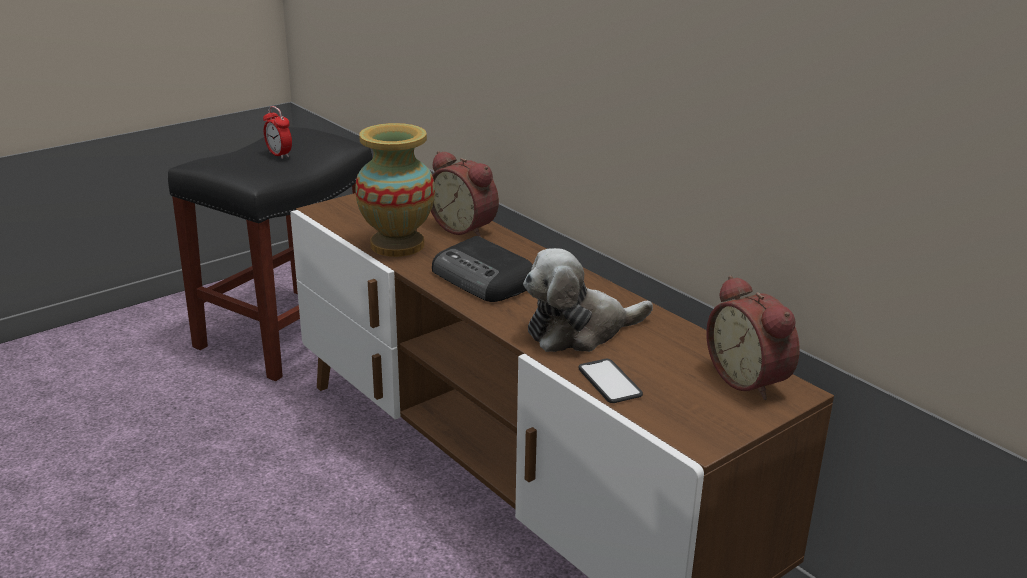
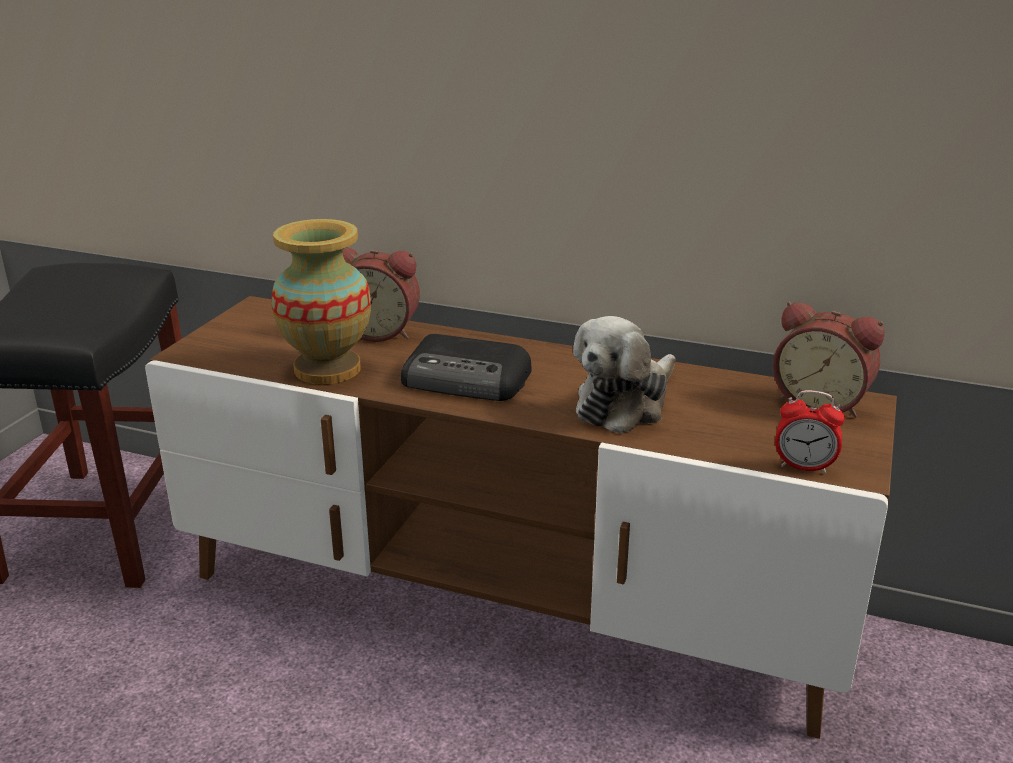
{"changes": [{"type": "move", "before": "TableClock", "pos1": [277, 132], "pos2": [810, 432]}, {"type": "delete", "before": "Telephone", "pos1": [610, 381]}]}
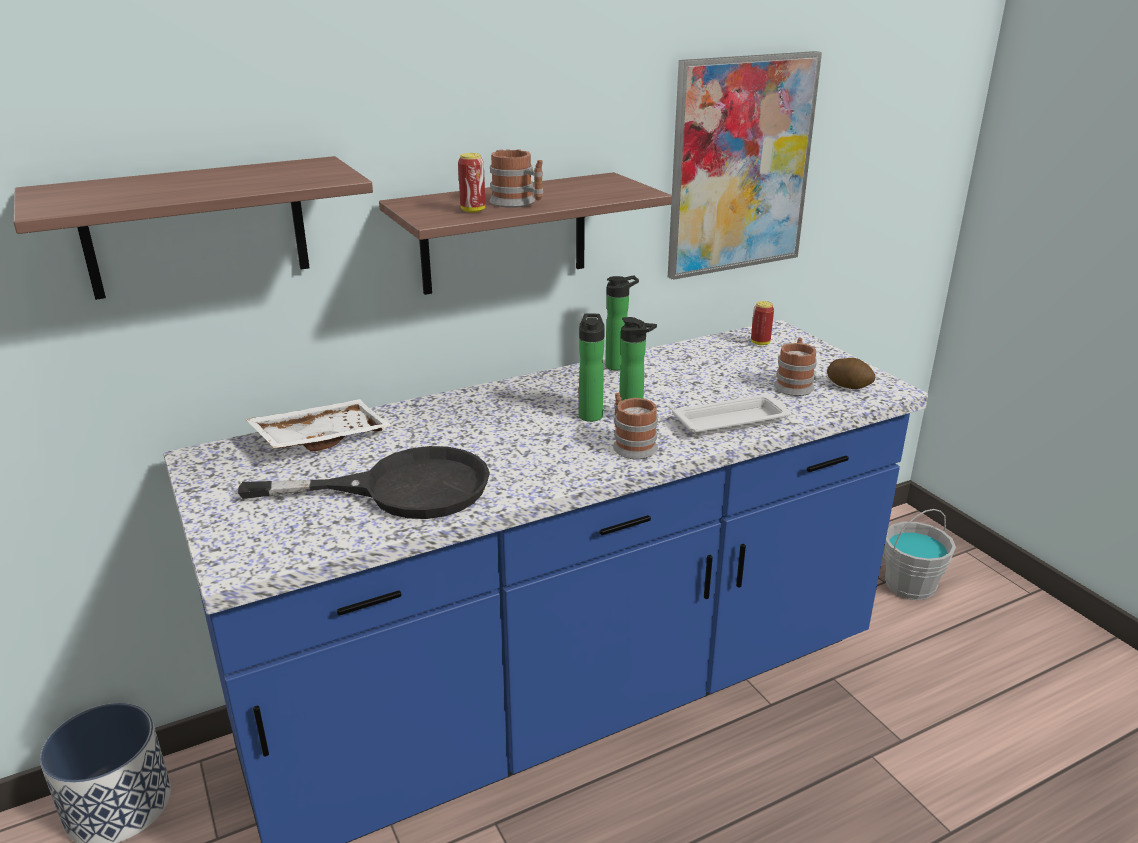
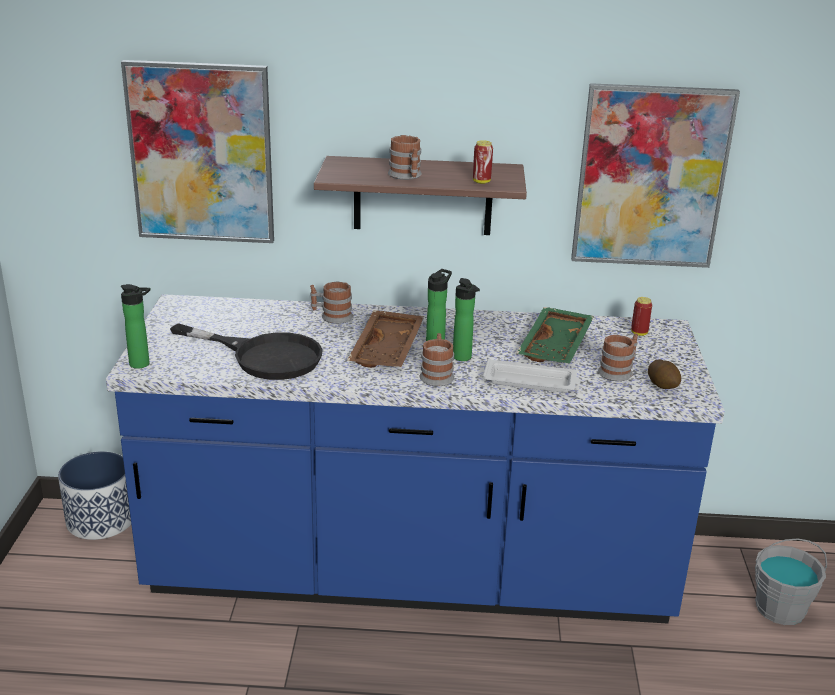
{"changes": [{"type": "replace", "before": "Shelf", "after": "WallPicture", "pos1": [193, 228], "pos2": [197, 151]}, {"type": "move", "before": "Bottle", "pos1": [622, 322], "pos2": [136, 326]}, {"type": "insert", "after": "TeaMug", "pos2": [331, 303]}, {"type": "insert", "after": "BrownTray", "pos2": [385, 339]}, {"type": "move", "before": "SealedCan", "pos1": [471, 183], "pos2": [483, 162]}, {"type": "insert", "after": "GreenishTray", "pos2": [555, 335]}, {"type": "delete", "before": "WhiteColouredTray", "pos1": [318, 425]}]}
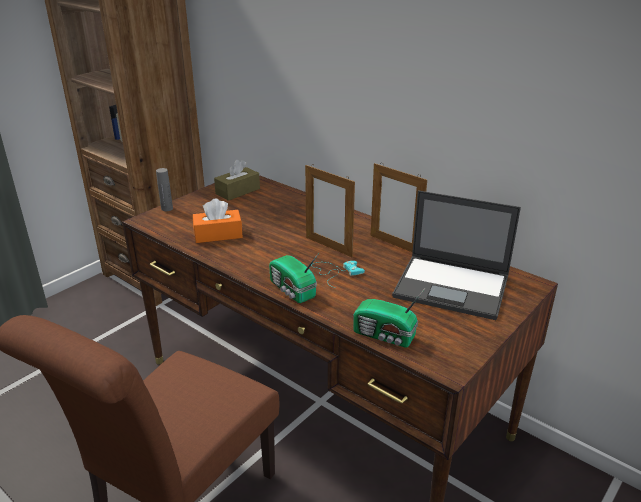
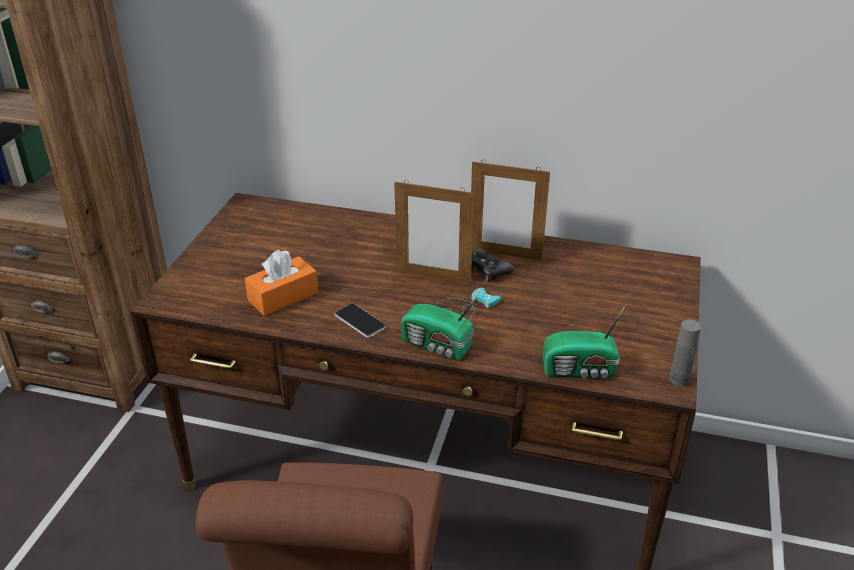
{"changes": [{"type": "insert", "after": "Telephone", "pos2": [360, 320]}, {"type": "insert", "after": "BlackishGamepad", "pos2": [492, 265]}, {"type": "move", "before": "GrayBottle", "pos1": [164, 189], "pos2": [685, 353]}, {"type": "delete", "before": "BrownTissueHolder", "pos1": [237, 180]}, {"type": "delete", "before": "Laptop", "pos1": [456, 255]}]}
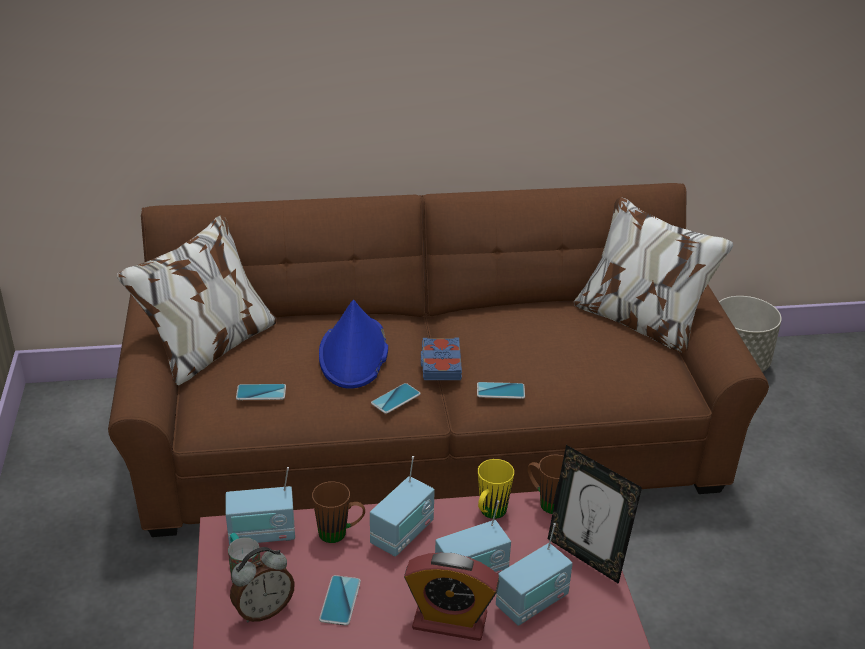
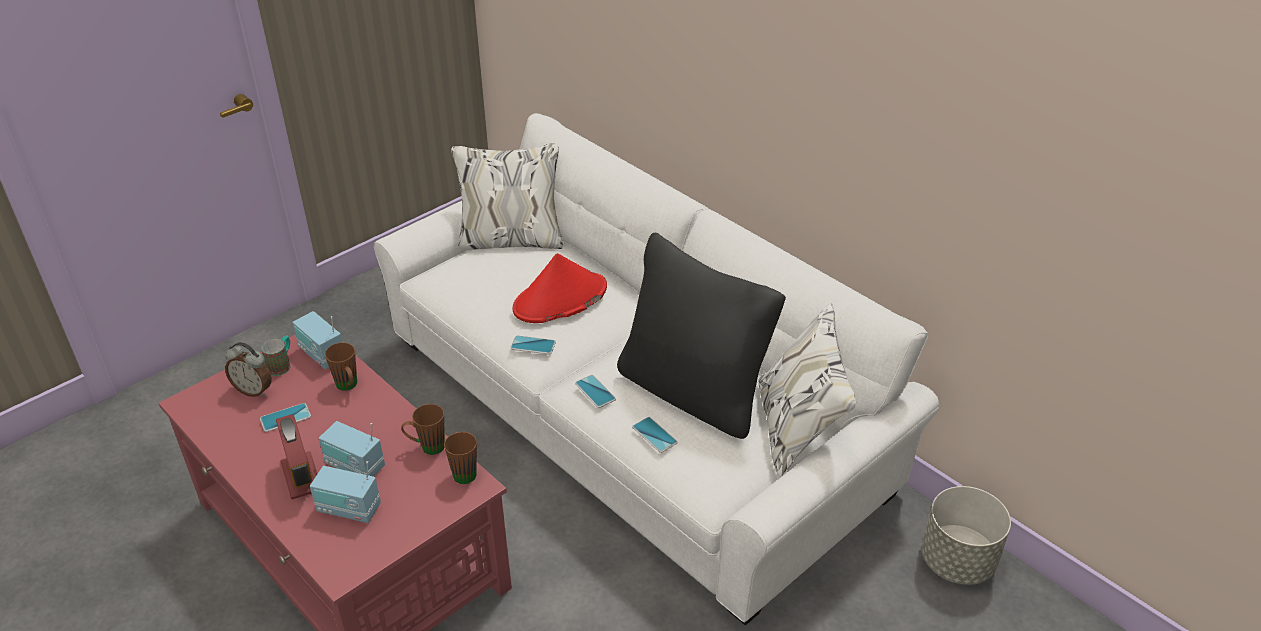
{"changes": [{"type": "recolor", "before": "BrownSettee", "after": "WhiteColouredSettee", "pos1": [438, 360], "pos2": [656, 369]}, {"type": "recolor", "before": "YellowColouredTeaMug", "after": "BrownTeaMug", "pos1": [496, 489], "pos2": [423, 429]}, {"type": "recolor", "before": "BlueClothingHat", "after": "RedClothingHat", "pos1": [353, 344], "pos2": [560, 288]}, {"type": "insert", "after": "BlackishCushion", "pos2": [701, 336]}, {"type": "move", "before": "Telephone", "pos1": [261, 392], "pos2": [655, 435]}, {"type": "delete", "before": "Radio", "pos1": [402, 506]}, {"type": "delete", "before": "BlueVolume", "pos1": [441, 359]}, {"type": "delete", "before": "PictureFrame", "pos1": [595, 514]}]}
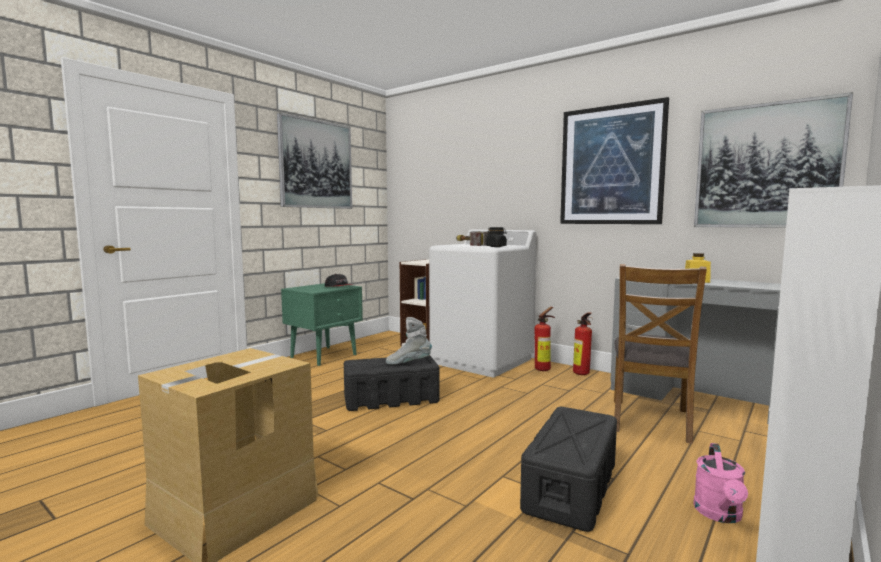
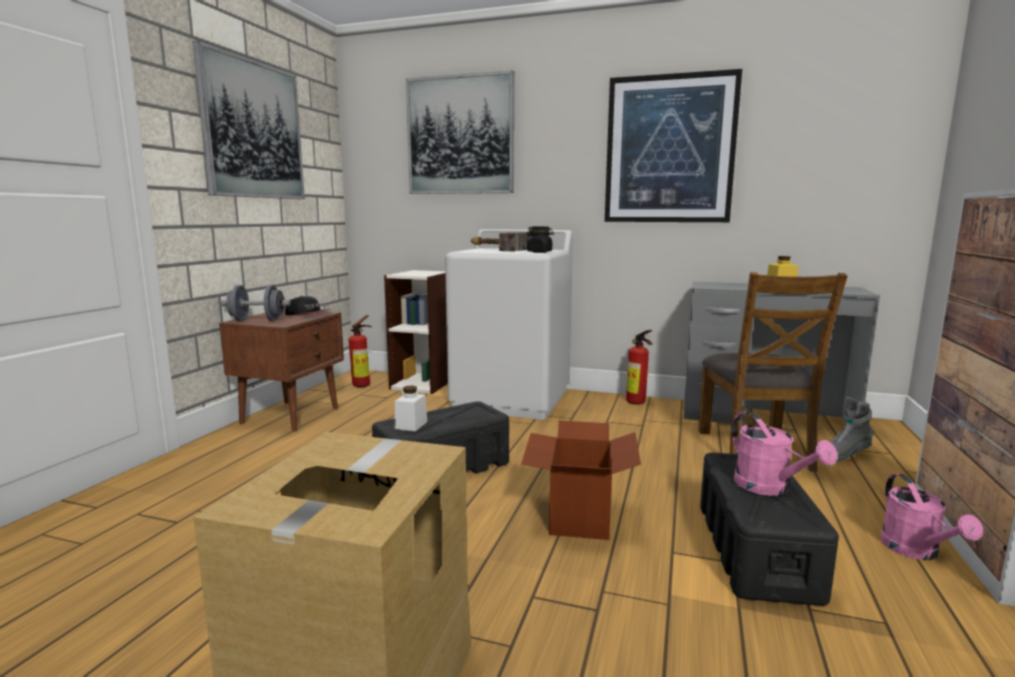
{"changes": [{"type": "recolor", "before": "GreenishBedsideTable", "after": "BrownBedsideTable", "pos1": [322, 324], "pos2": [281, 370]}, {"type": "insert", "after": "GrayHandWeight", "pos2": [256, 303]}, {"type": "move", "before": "FireExtinguisher", "pos1": [544, 339], "pos2": [360, 351]}, {"type": "insert", "after": "WhiteColouredJar", "pos2": [411, 408]}, {"type": "move", "before": "WallPicture", "pos1": [773, 160], "pos2": [460, 132]}, {"type": "insert", "after": "PackingBox", "pos2": [581, 480]}, {"type": "insert", "after": "PinkSprinklingCan", "pos2": [784, 453]}, {"type": "move", "before": "GrayTallBoot", "pos1": [409, 341], "pos2": [852, 429]}]}
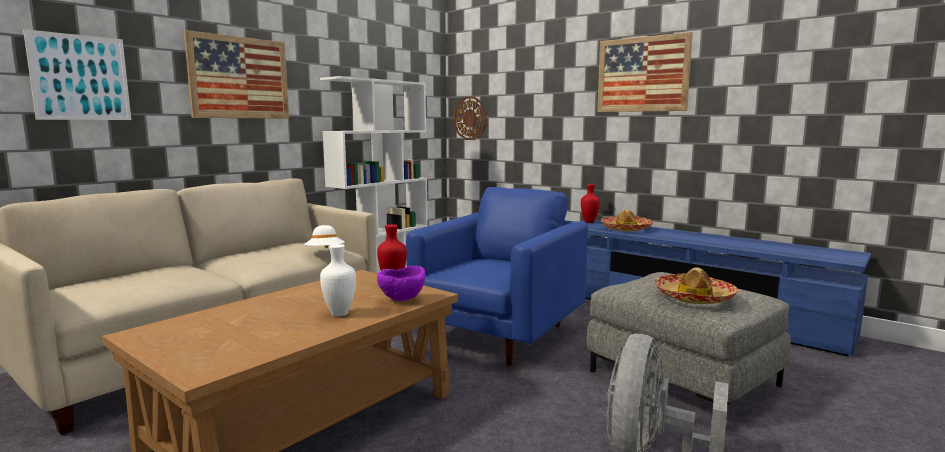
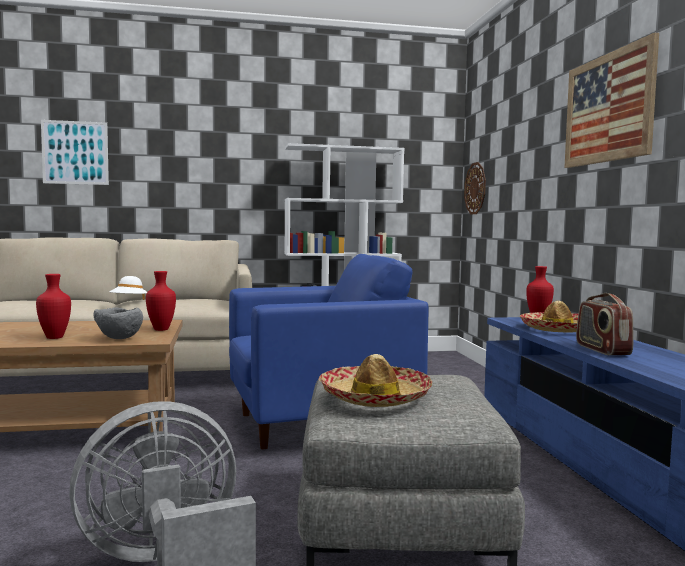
{"changes": [{"type": "recolor", "before": "WhiteColouredFlowerVase", "after": "RedFlowerVase", "pos1": [338, 280], "pos2": [53, 306]}, {"type": "recolor", "before": "PurplishDeepDish", "after": "GrayDeepDish", "pos1": [401, 283], "pos2": [118, 323]}, {"type": "move", "before": "WhiteColouredClothingHat", "pos1": [325, 236], "pos2": [128, 288]}, {"type": "insert", "after": "Radio", "pos2": [605, 324]}, {"type": "delete", "before": "WallPicture", "pos1": [236, 74]}]}
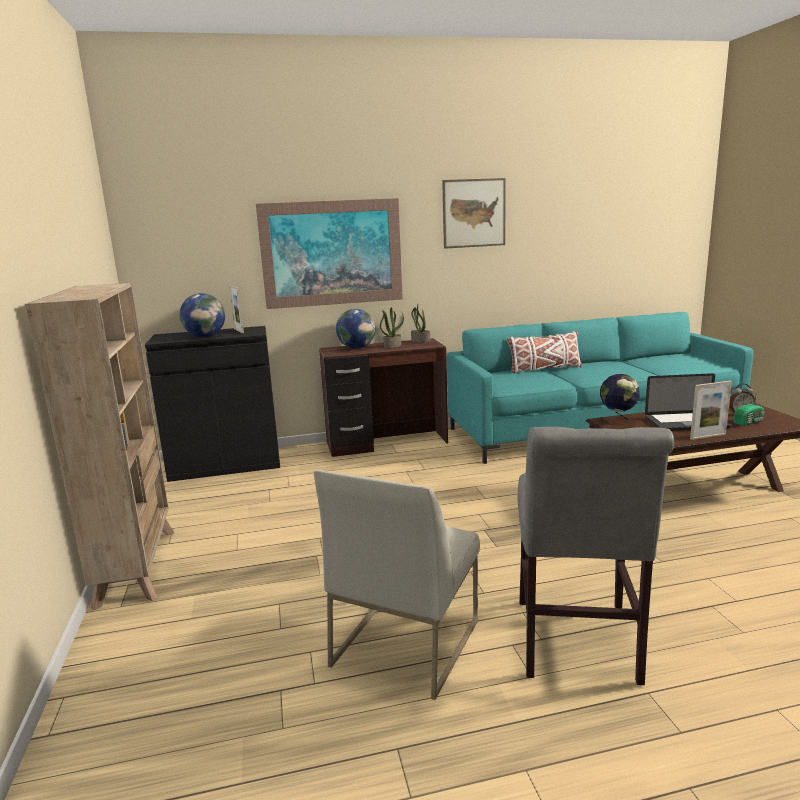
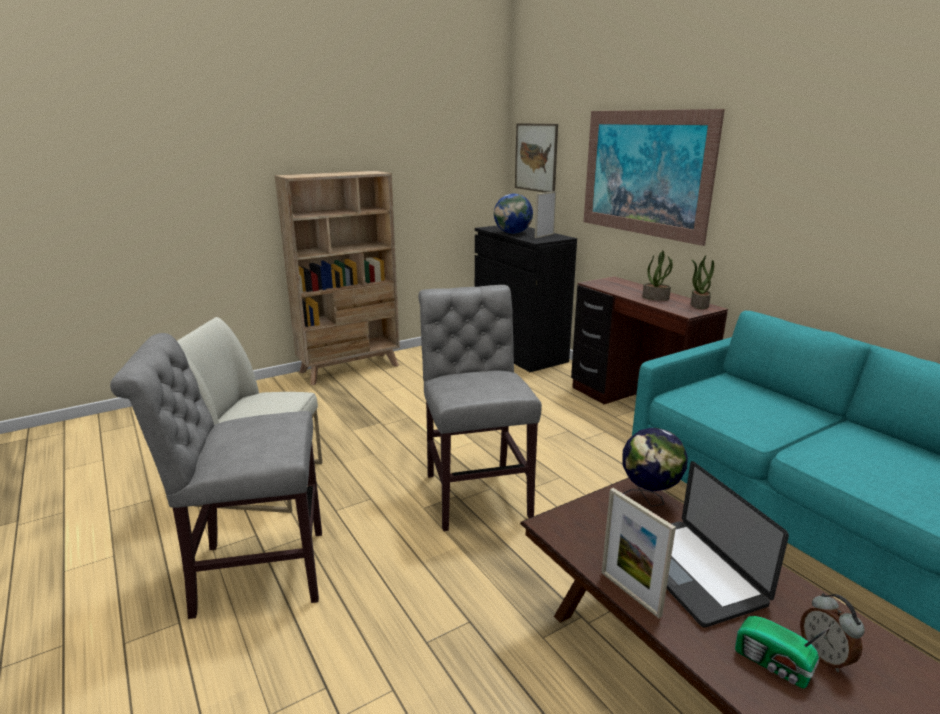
{"changes": [{"type": "insert", "after": "GrayChair", "pos2": [480, 408]}, {"type": "move", "before": "WallPicture", "pos1": [473, 213], "pos2": [536, 158]}, {"type": "delete", "before": "DeskGlobe", "pos1": [355, 329]}, {"type": "delete", "before": "WhiteColouredCushion", "pos1": [544, 352]}]}
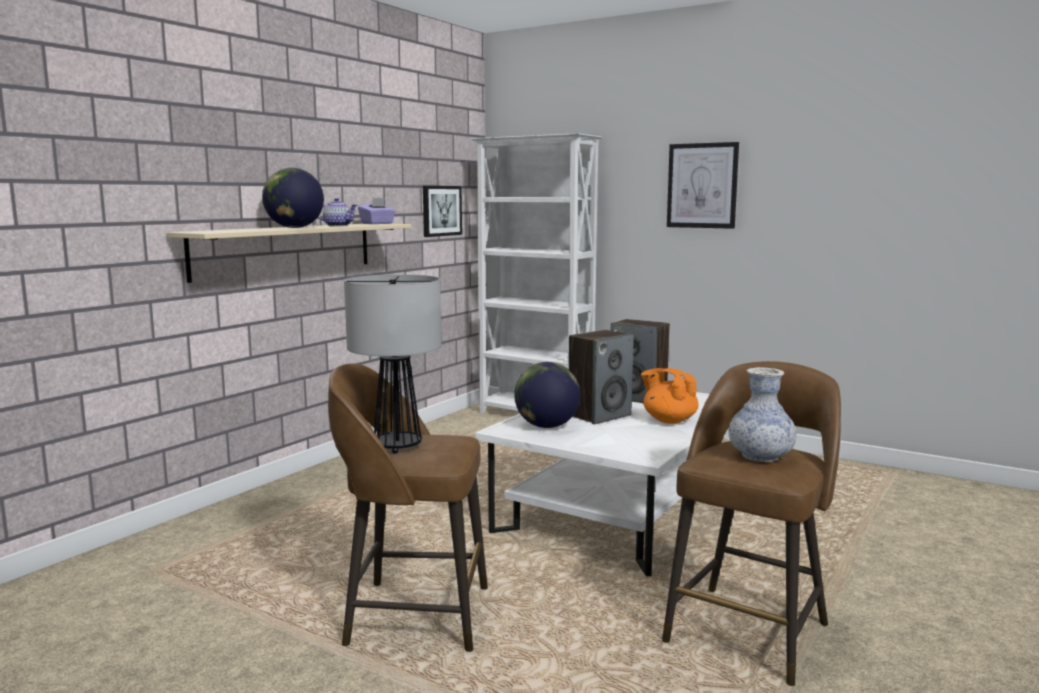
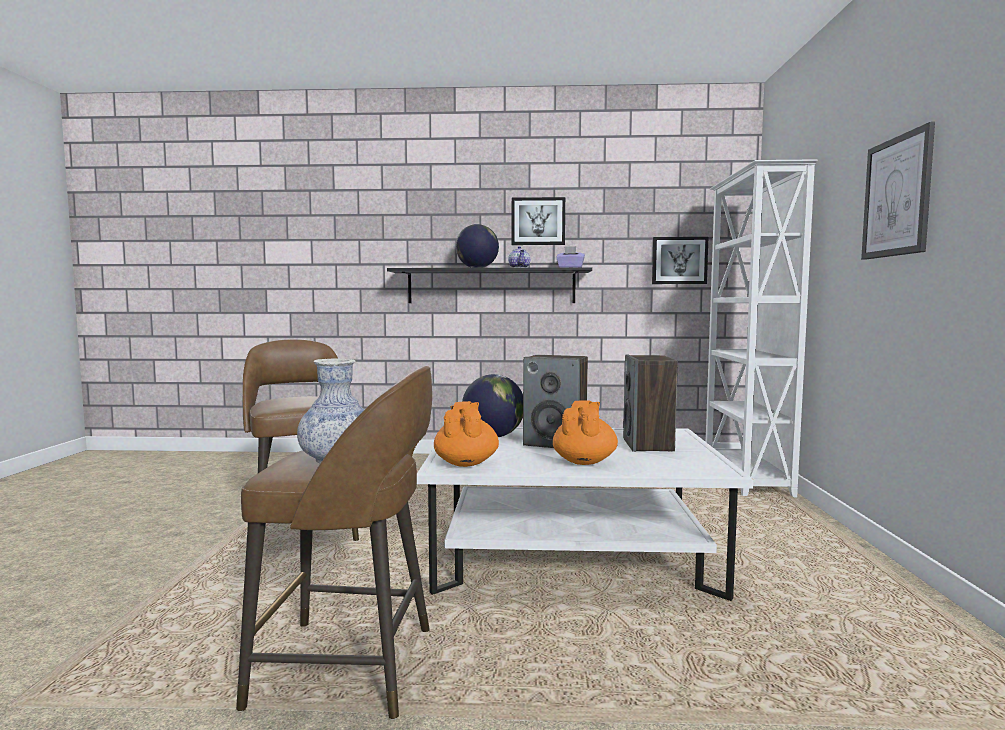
{"changes": [{"type": "recolor", "before": "BeigeShelf", "after": "BlackishShelf", "pos1": [288, 253], "pos2": [489, 285]}, {"type": "insert", "after": "OrangeyTeapot", "pos2": [466, 434]}, {"type": "insert", "after": "WallPicture", "pos2": [538, 221]}, {"type": "delete", "before": "TabletopLamp", "pos1": [393, 364]}]}
